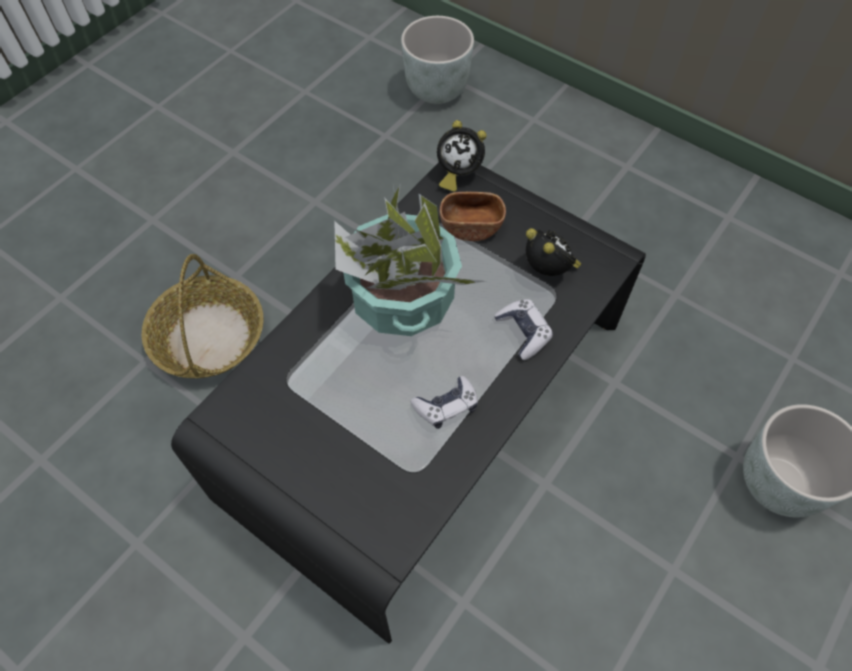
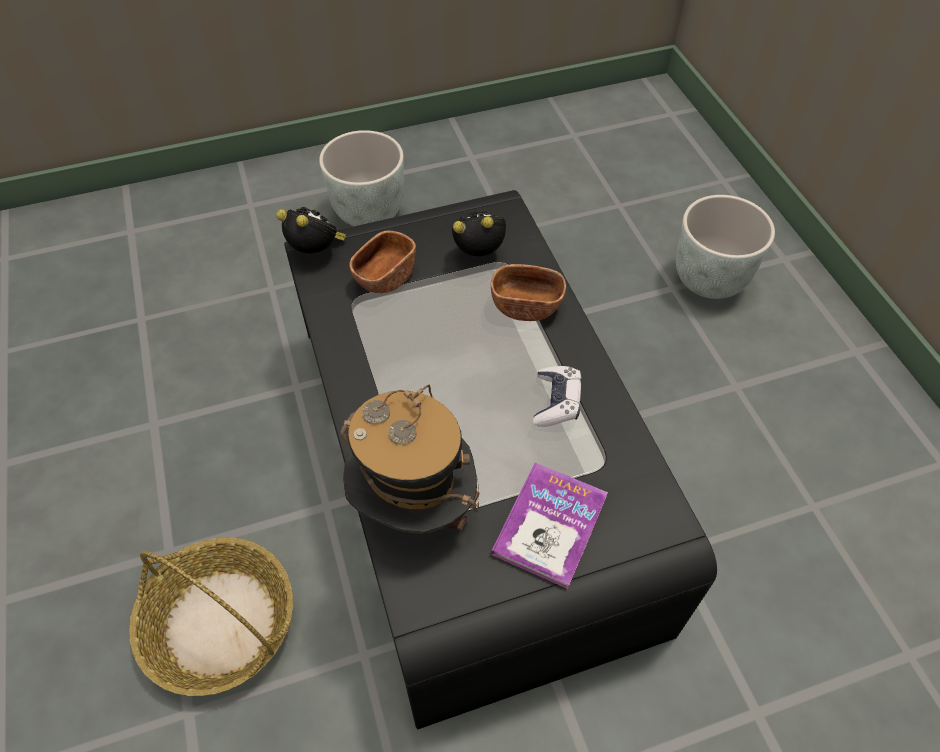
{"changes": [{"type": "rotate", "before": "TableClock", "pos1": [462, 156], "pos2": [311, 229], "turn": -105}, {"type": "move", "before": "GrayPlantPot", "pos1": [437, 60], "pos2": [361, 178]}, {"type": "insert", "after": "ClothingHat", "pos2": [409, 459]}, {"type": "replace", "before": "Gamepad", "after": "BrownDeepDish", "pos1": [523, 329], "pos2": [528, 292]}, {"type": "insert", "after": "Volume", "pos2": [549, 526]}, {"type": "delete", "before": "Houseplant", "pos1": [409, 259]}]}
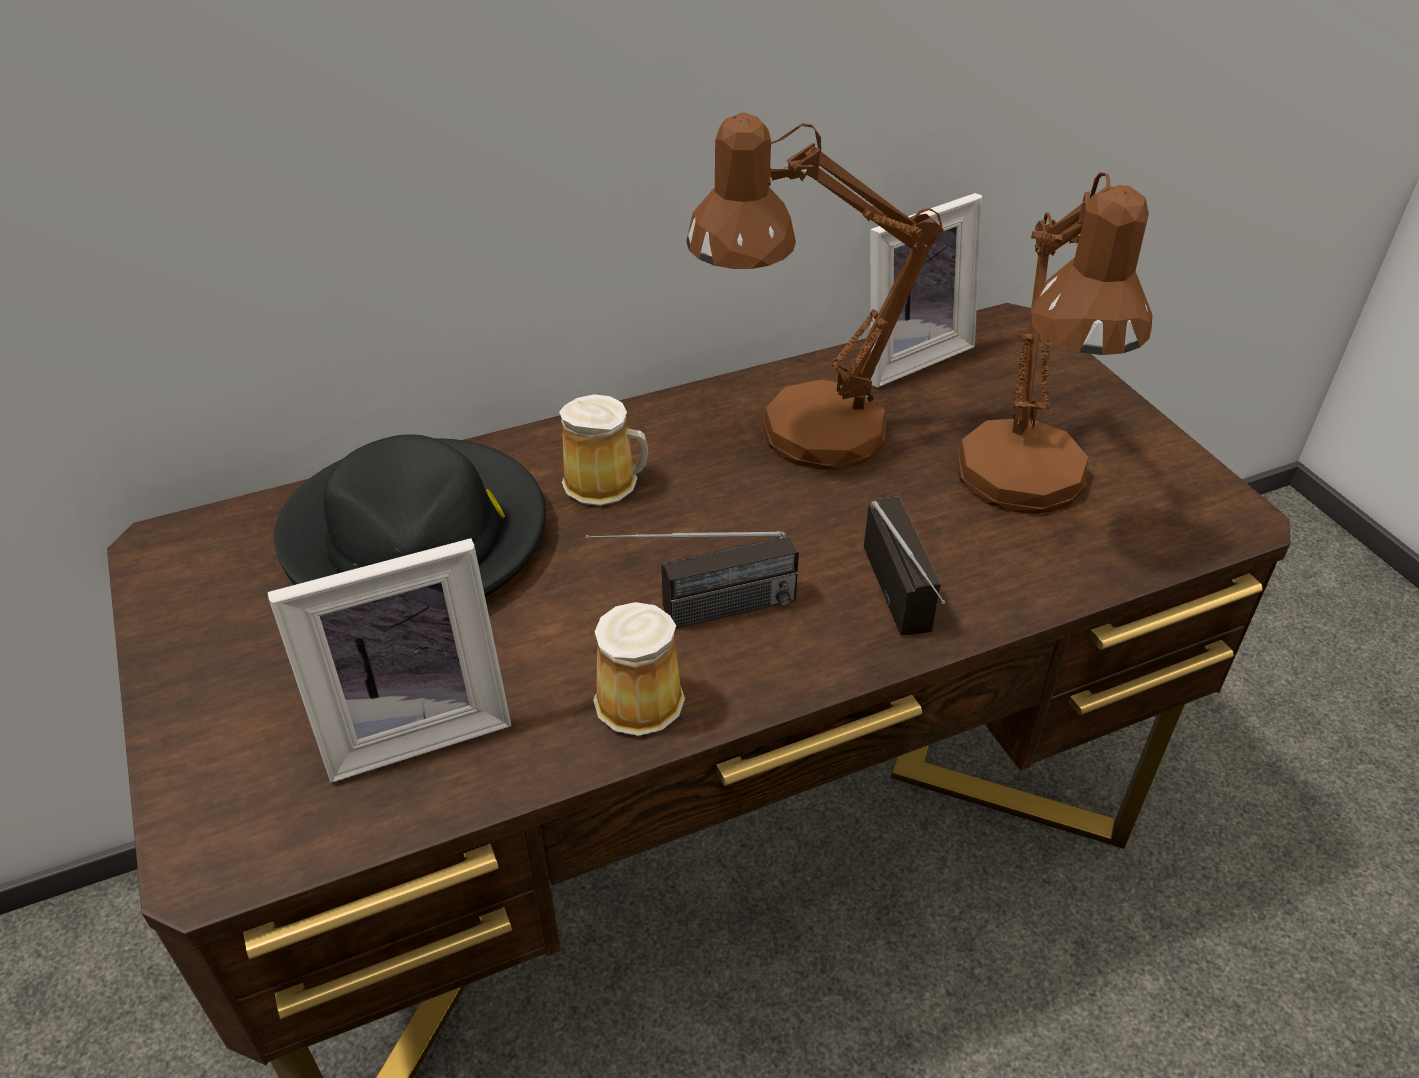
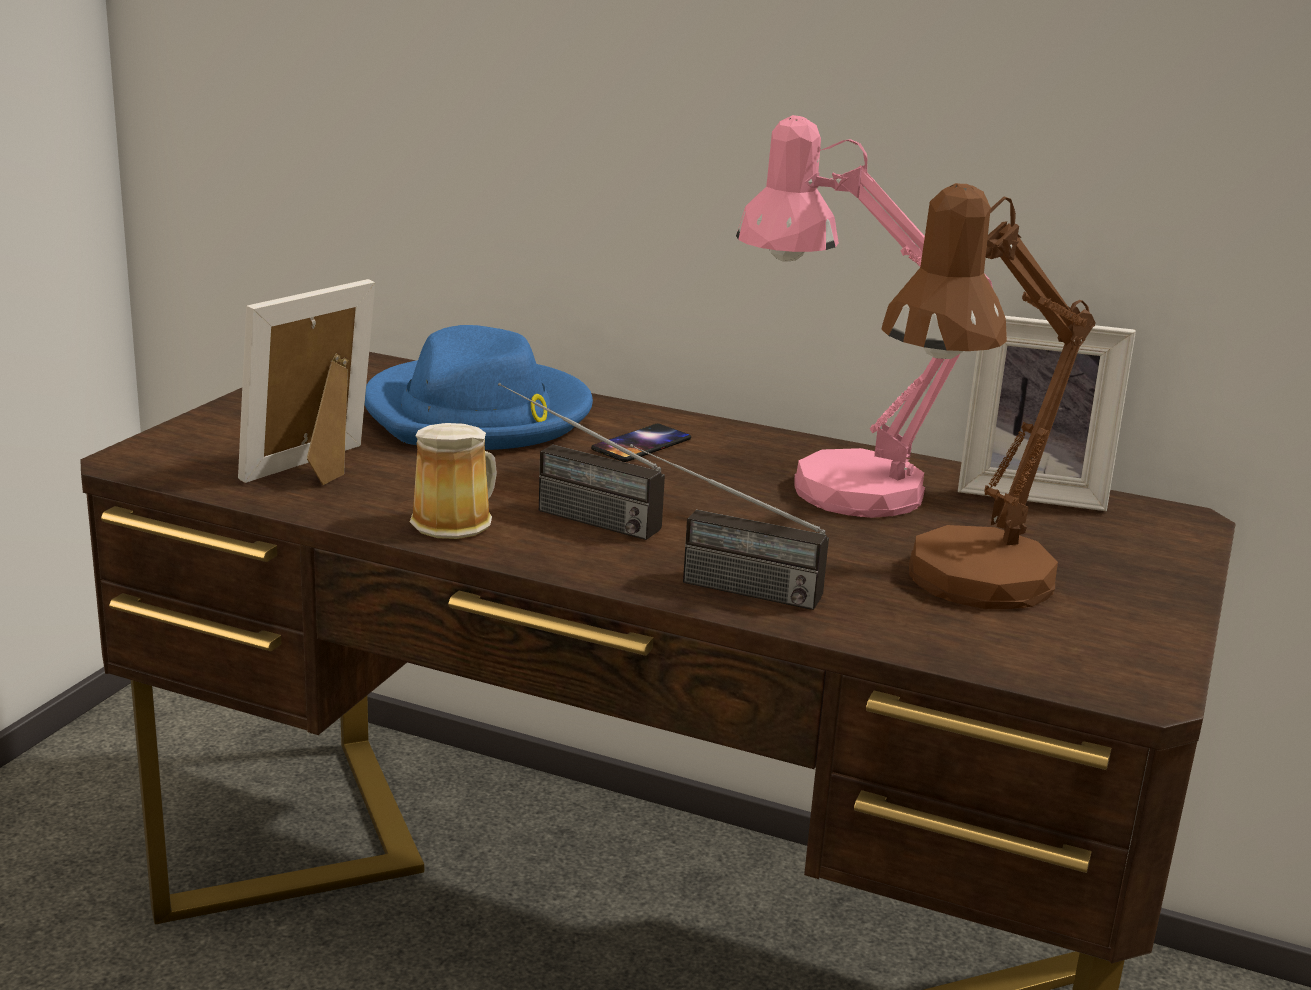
{"changes": [{"type": "rotate", "before": "PictureFrame", "pos1": [389, 660], "pos2": [306, 382], "turn": 105}, {"type": "recolor", "before": "BlackishClothingHat", "after": "BlueClothingHat", "pos1": [410, 515], "pos2": [479, 387]}, {"type": "replace", "before": "TeaMug", "after": "Telephone", "pos1": [603, 450], "pos2": [641, 443]}, {"type": "rotate", "before": "Radio", "pos1": [904, 566], "pos2": [729, 527], "turn": 75}, {"type": "recolor", "before": "BrownTabletopLamp", "after": "PinkTabletopLamp", "pos1": [815, 291], "pos2": [864, 316]}]}
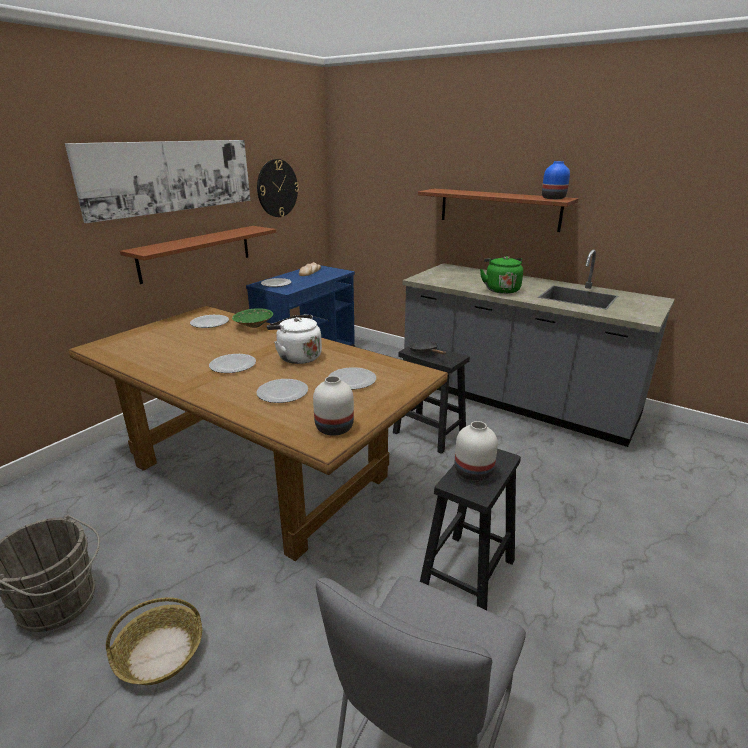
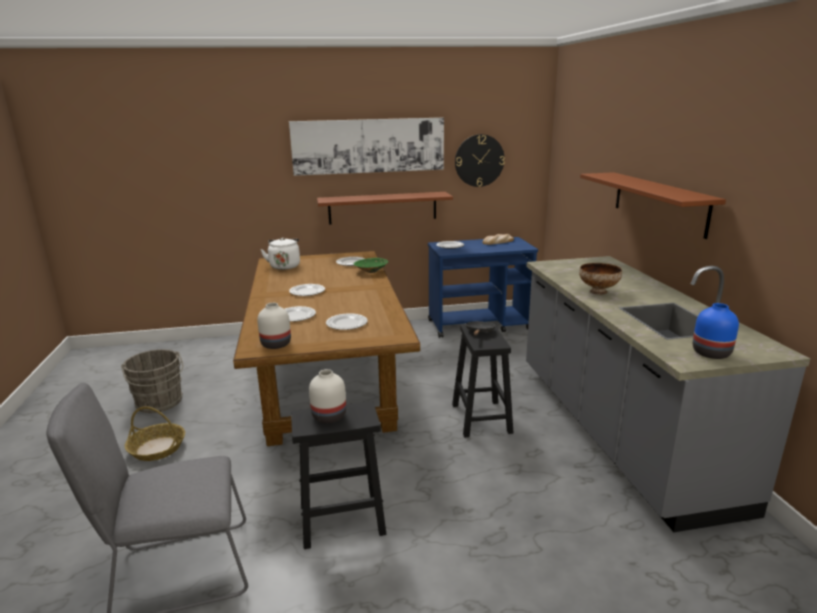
{"changes": [{"type": "move", "before": "WhiteColouredKettle", "pos1": [294, 339], "pos2": [280, 254]}, {"type": "replace", "before": "GreenishKettle", "after": "DeepDish", "pos1": [501, 275], "pos2": [600, 279]}, {"type": "move", "before": "BlueFlowerVase", "pos1": [556, 180], "pos2": [716, 331]}]}
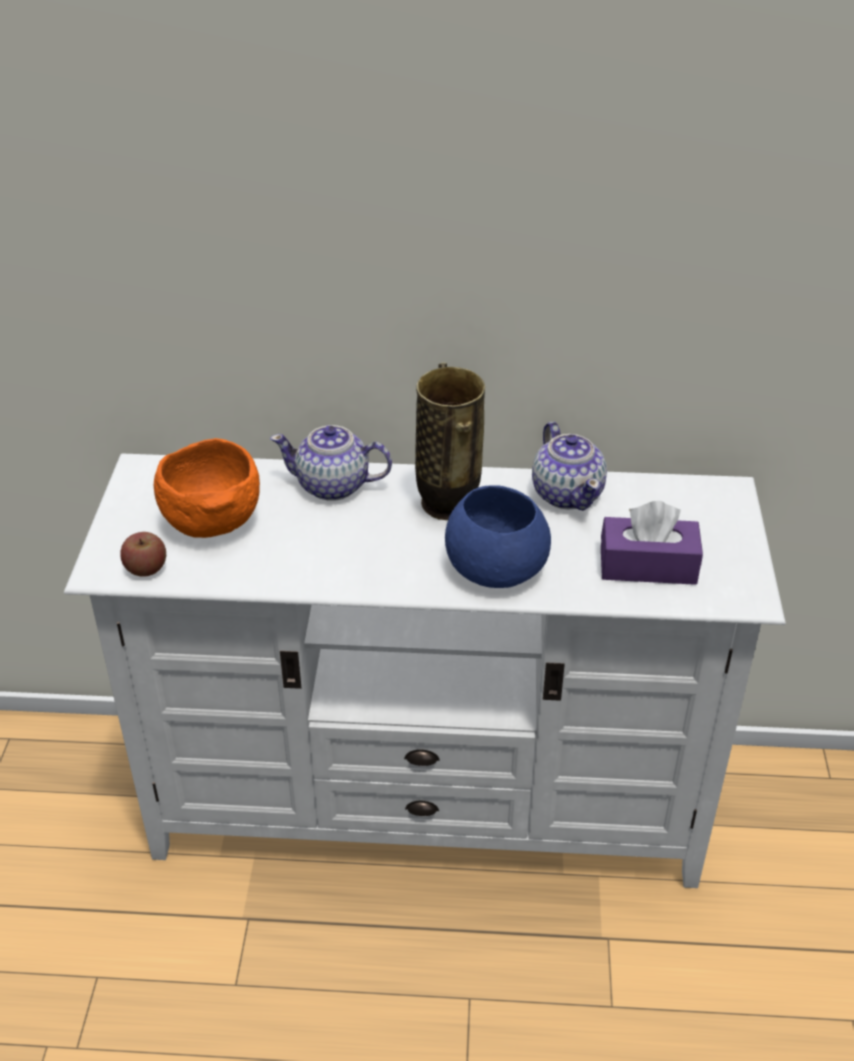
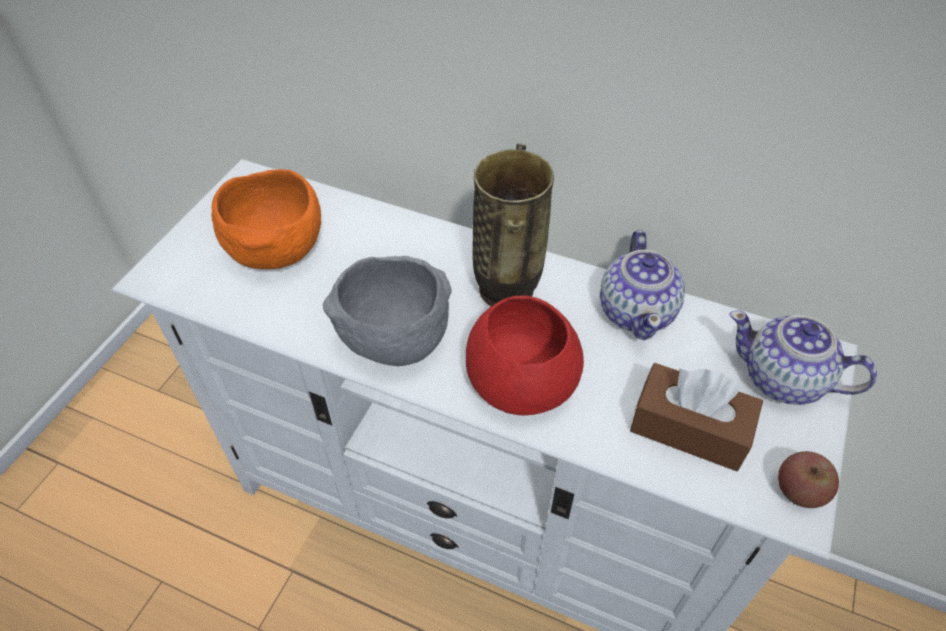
{"changes": [{"type": "insert", "after": "GrayDeepDish", "pos2": [387, 311]}, {"type": "recolor", "before": "BlueDeepDish", "after": "RedDeepDish", "pos1": [498, 536], "pos2": [525, 356]}, {"type": "recolor", "before": "PurplishTissueHolder", "after": "BrownTissueHolder", "pos1": [652, 543], "pos2": [696, 417]}, {"type": "move", "before": "Teapot", "pos1": [331, 463], "pos2": [803, 357]}, {"type": "move", "before": "WholeApple", "pos1": [143, 554], "pos2": [808, 479]}]}
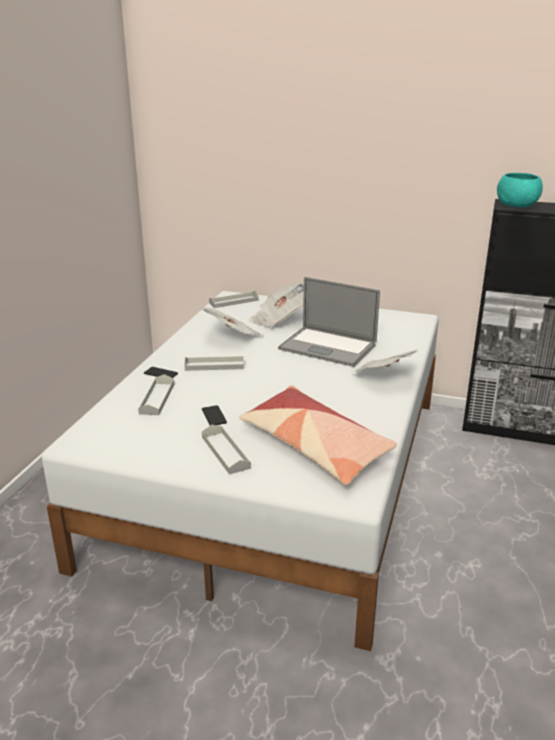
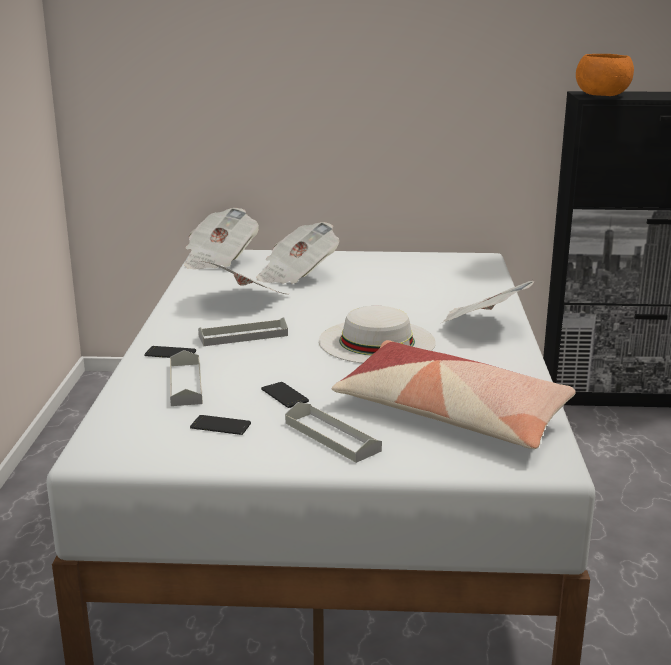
{"changes": [{"type": "replace", "before": "GrayTray", "after": "Newspaper", "pos1": [234, 299], "pos2": [221, 238]}, {"type": "insert", "after": "Telephone", "pos2": [220, 425]}, {"type": "insert", "after": "WhiteColouredClothingHat", "pos2": [377, 334]}, {"type": "recolor", "before": "TurquoiseDeepDish", "after": "OrangeyDeepDish", "pos1": [520, 190], "pos2": [605, 75]}, {"type": "delete", "before": "Laptop", "pos1": [329, 322]}]}
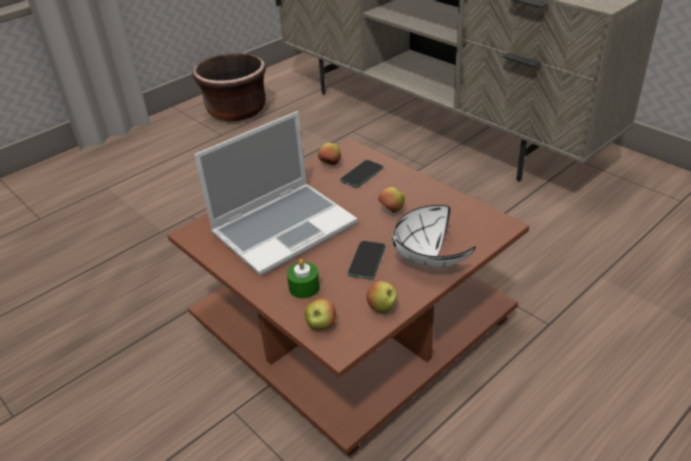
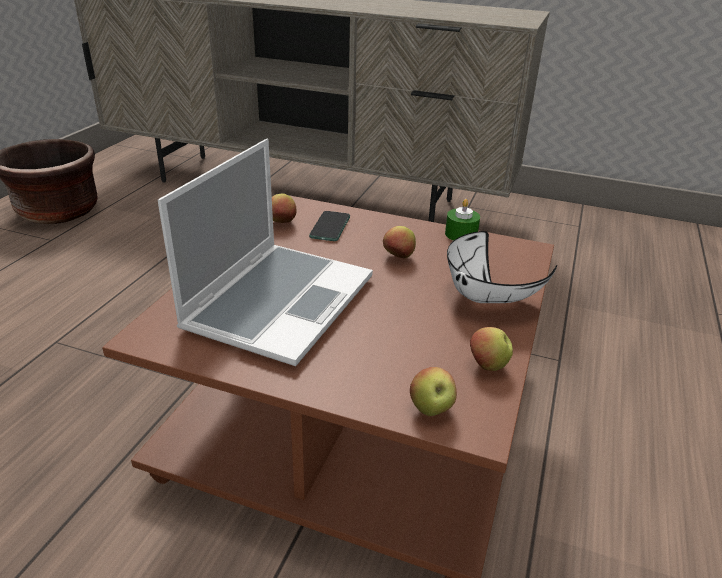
{"changes": [{"type": "move", "before": "GreenishCandle", "pos1": [303, 278], "pos2": [462, 220]}, {"type": "delete", "before": "Telephone", "pos1": [367, 260]}]}
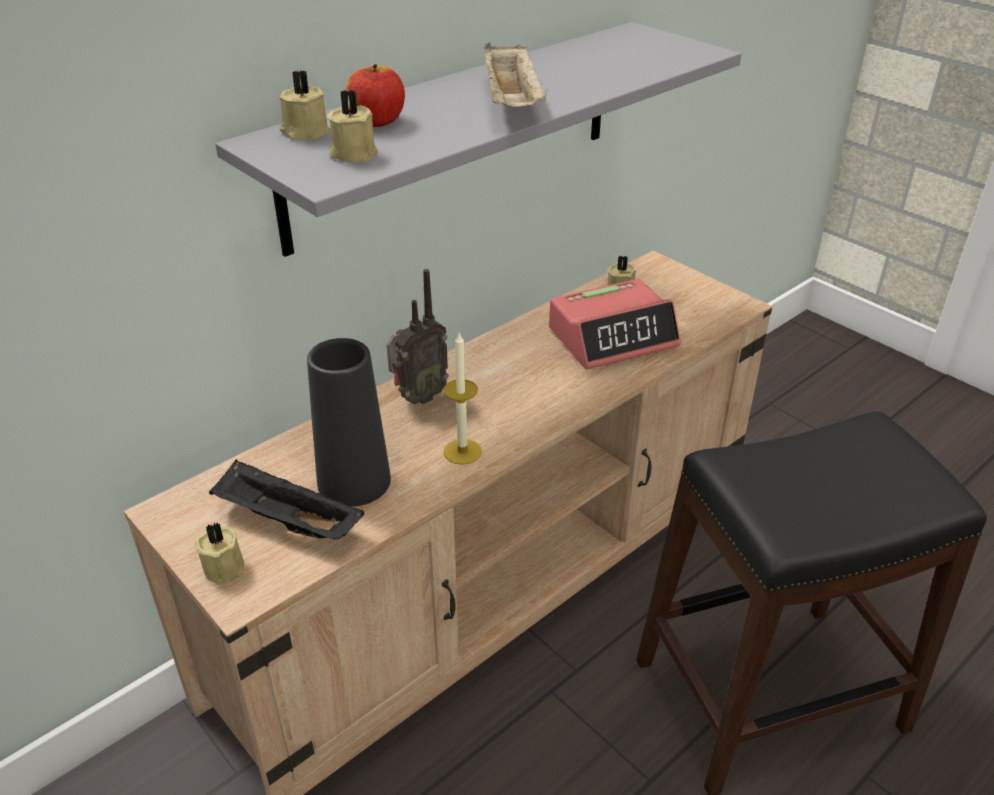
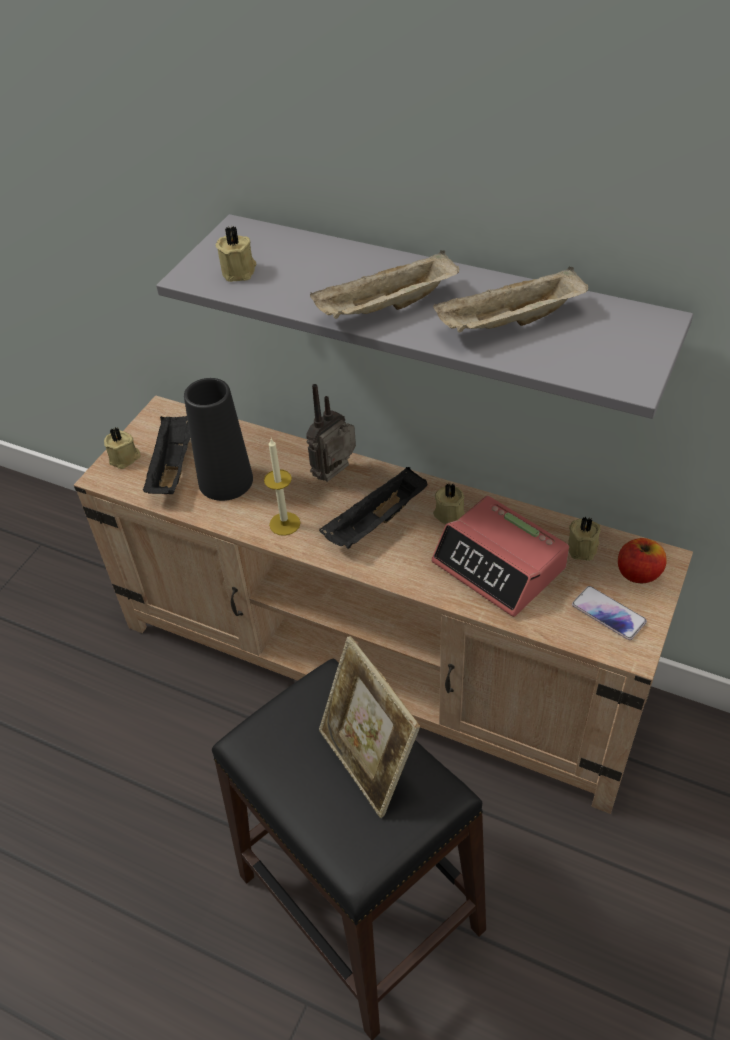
{"changes": [{"type": "rotate", "before": "Radio", "pos1": [418, 336], "pos2": [331, 433], "turn": 105}, {"type": "insert", "after": "BlackishTray", "pos2": [373, 508]}, {"type": "insert", "after": "PictureFrame", "pos2": [369, 727]}, {"type": "insert", "after": "BeigeTray", "pos2": [510, 299]}, {"type": "move", "before": "BeigeCandle", "pos1": [304, 105], "pos2": [449, 503]}, {"type": "insert", "after": "Telephone", "pos2": [609, 613]}, {"type": "move", "before": "WholeApple", "pos1": [375, 95], "pos2": [642, 561]}]}
